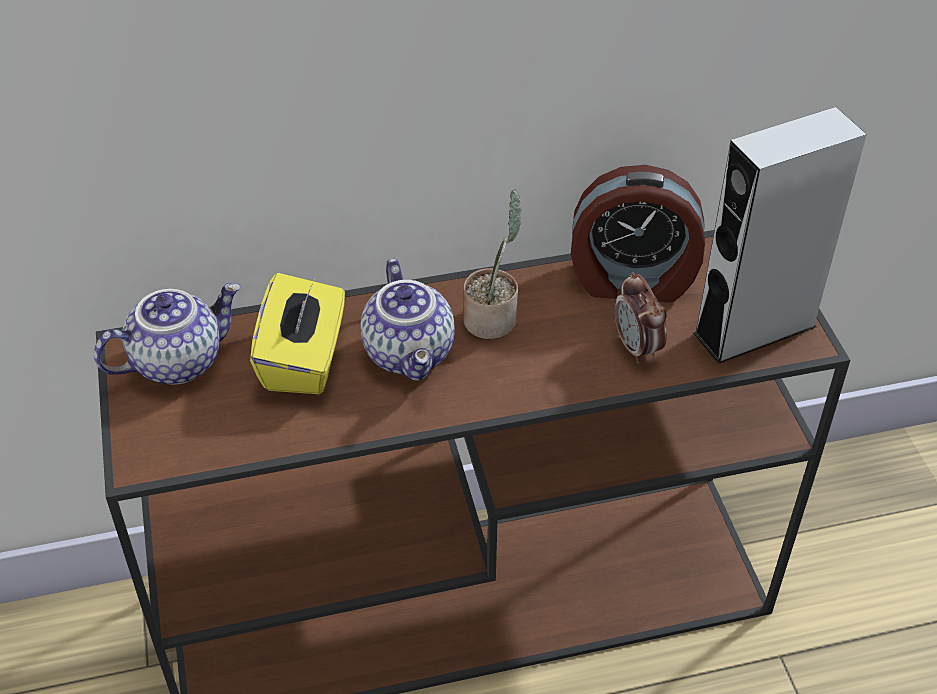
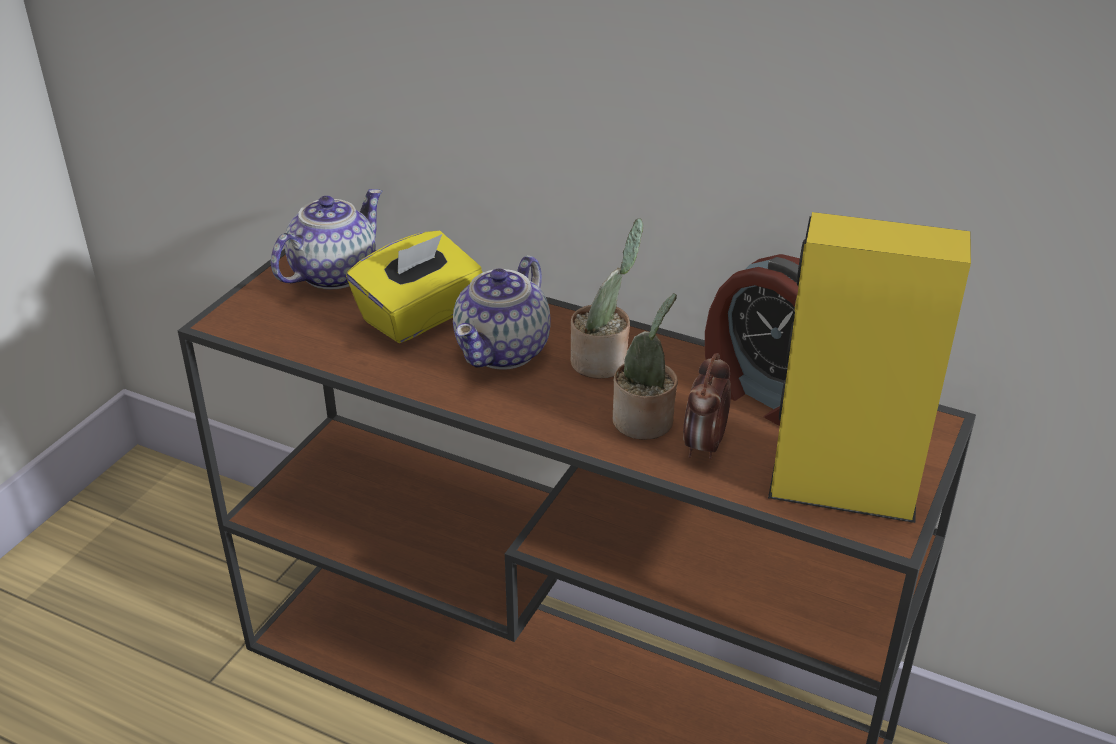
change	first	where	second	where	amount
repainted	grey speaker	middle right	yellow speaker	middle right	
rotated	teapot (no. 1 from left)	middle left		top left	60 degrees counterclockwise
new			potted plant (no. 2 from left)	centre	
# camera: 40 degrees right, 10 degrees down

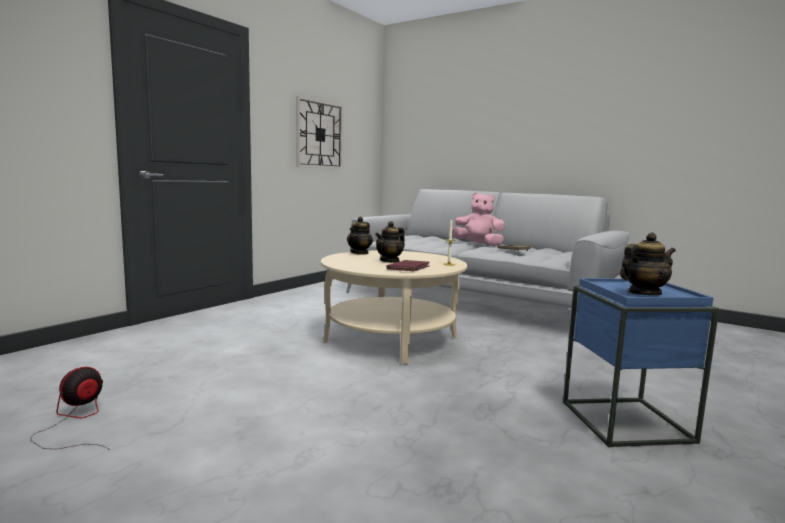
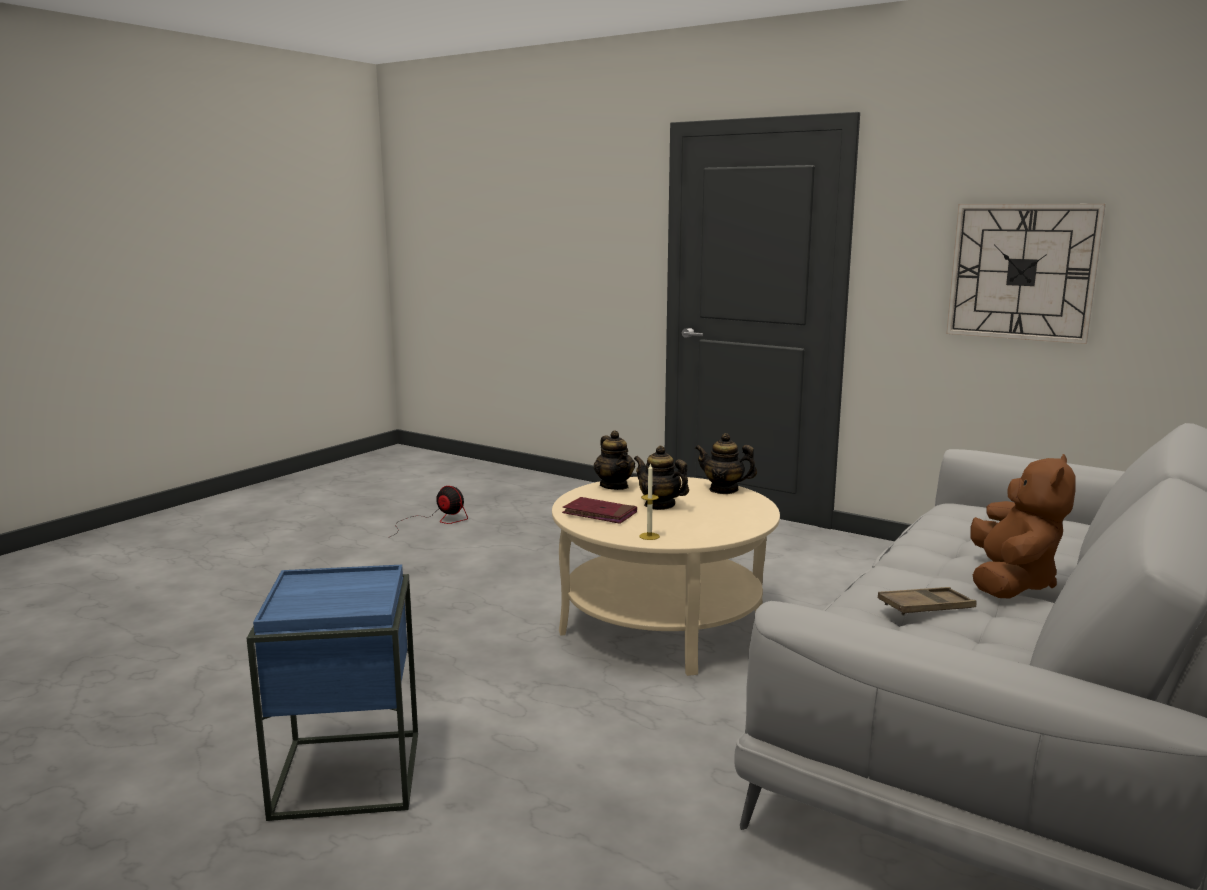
change	first	where	second	where	amount
repainted	pink plush toy	centre	brown plush toy	middle right	
shifted	teapot (no. 3 from left in the first image)	middle right	teapot (no. 1 from left)	centre	
# camera: 90 degrees right, 5 degrees up

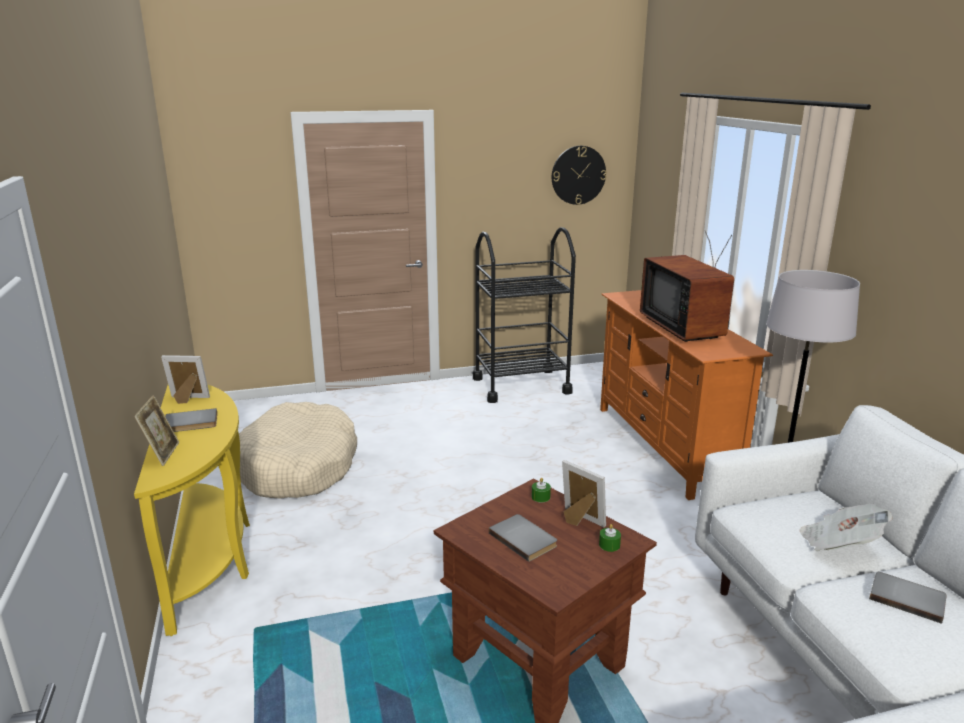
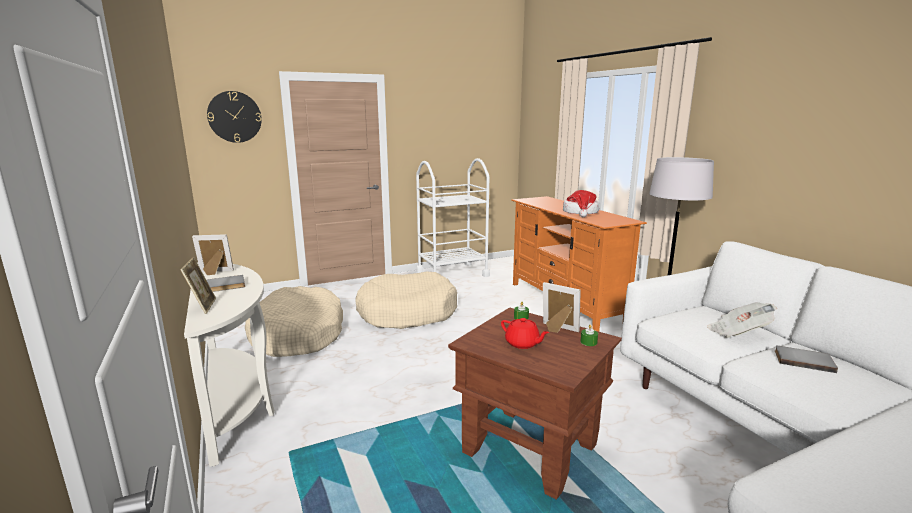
change	first	where	second	where	amount
shifted	wall clock	top centre		top left	
repainted	black cart	centre	white cart	centre	
swapped	television	middle right	hat	centre	
repainted	yellow console table	bottom left	white console table	bottom left	
swapped	grey book (no. 2 from left)	bottom centre	red teapot	centre	
new			beige dog bed (no. 2 from left)	centre	
# camera: 10 degrees left, 5 degrees down

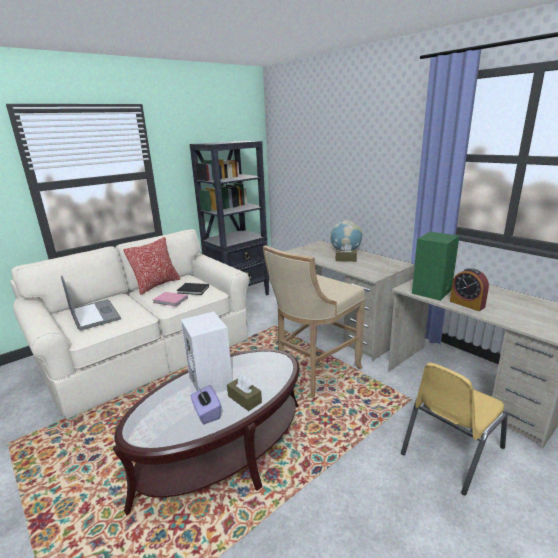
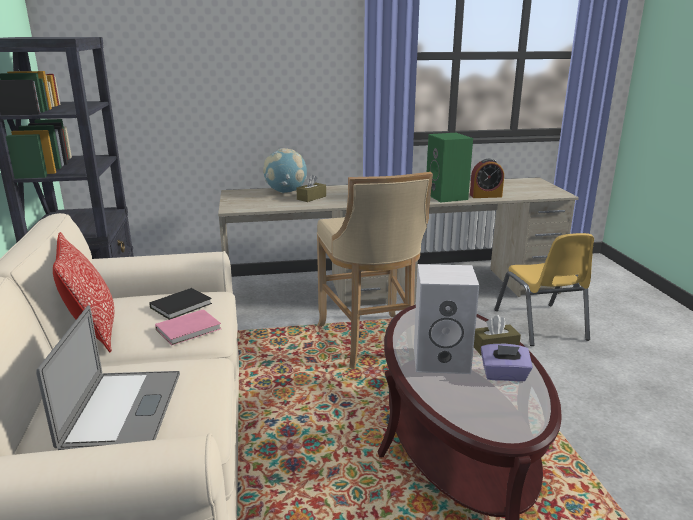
change	first	where	second	where	amount
rotated	laptop	middle left		bottom left	90 degrees clockwise
# camera: 60 degrees left, 0 degrees up

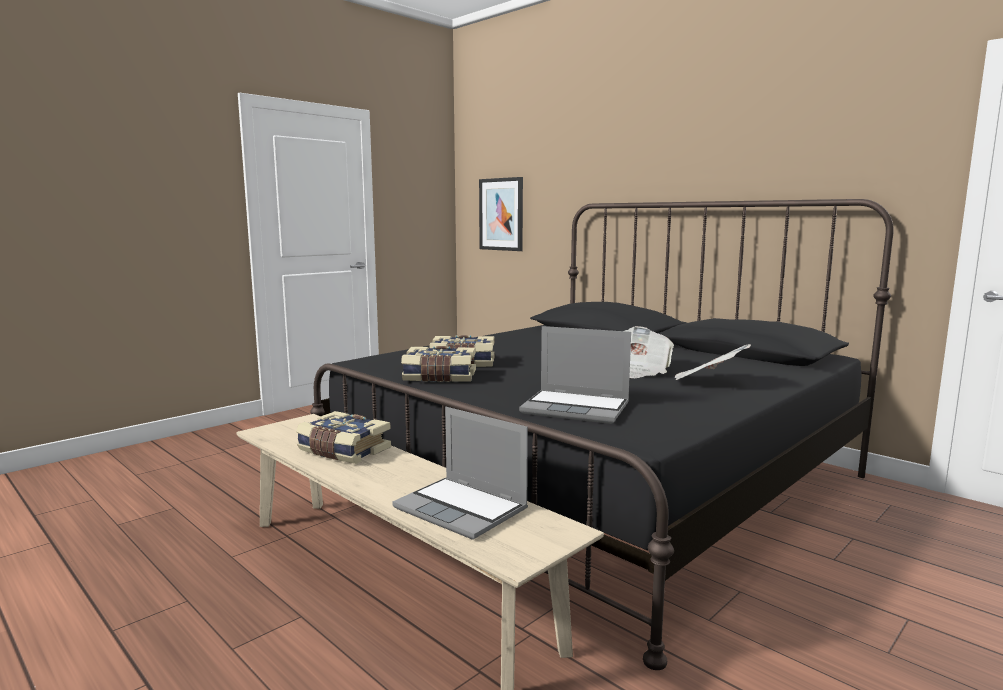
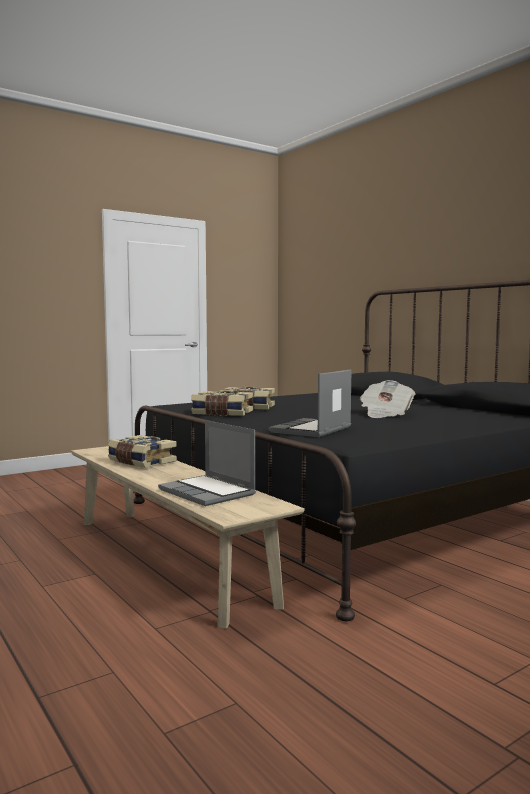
change	first	where	second	where	amount
gone	picture	top centre			
rotated	laptop (no. 2 from left)	centre		centre	90 degrees clockwise
gone	newspaper (no. 2 from left)	middle right			
# camera: 10 degrees right, 5 degrees down

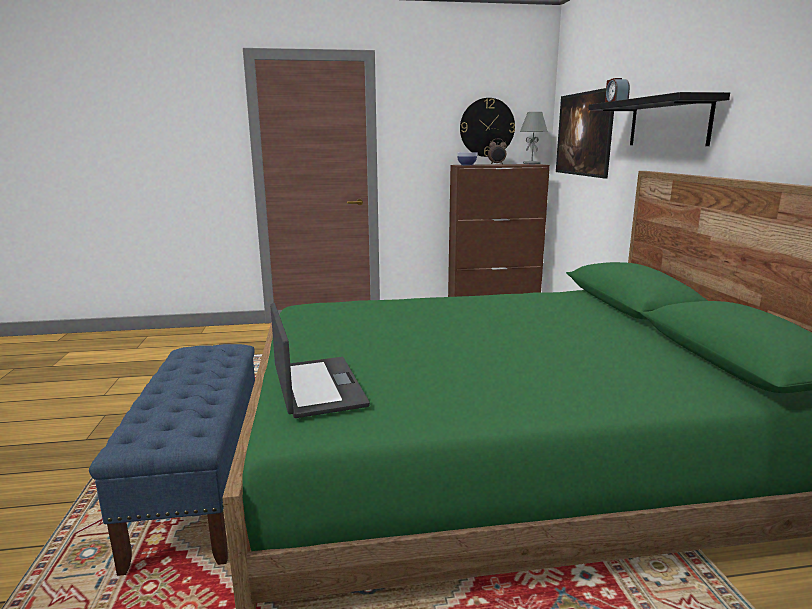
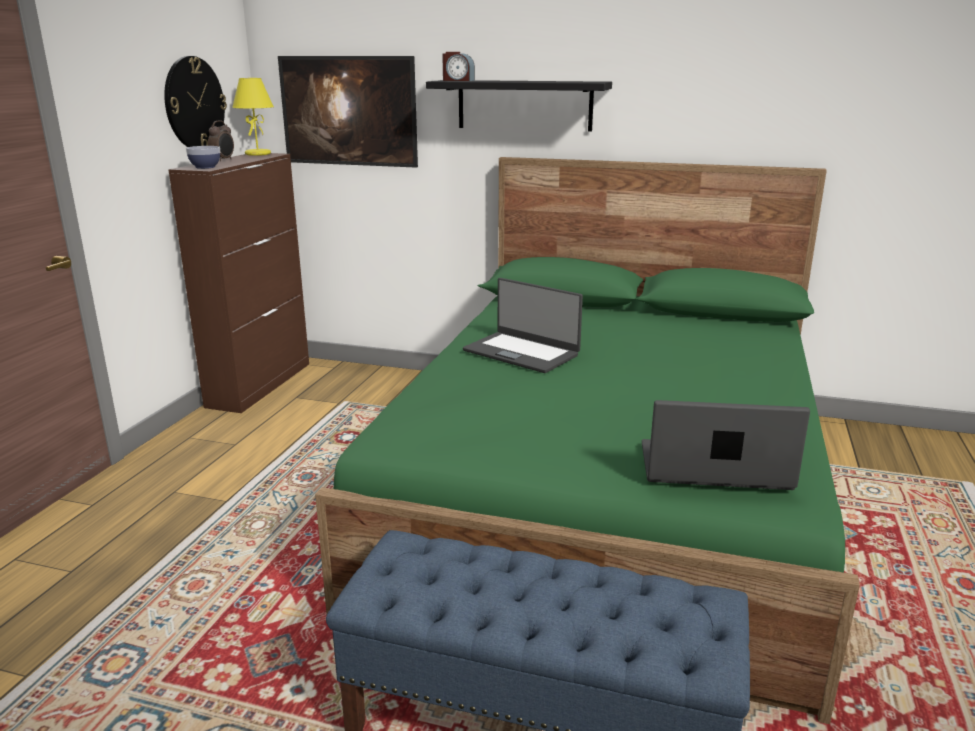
change	first	where	second	where	amount
repainted	grey table lamp	top centre	yellow table lamp	top left	
new			laptop (no. 1 from left)	centre	
# camera: 65 degrees left, 5 degrees up

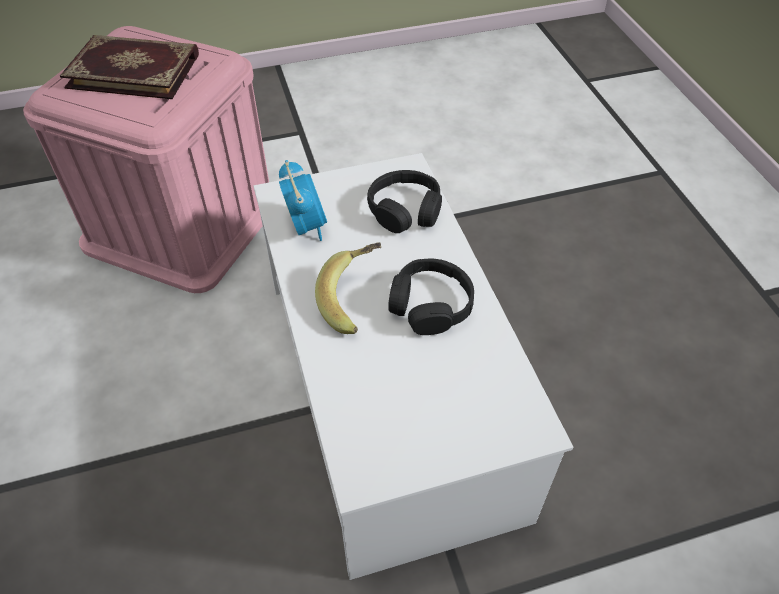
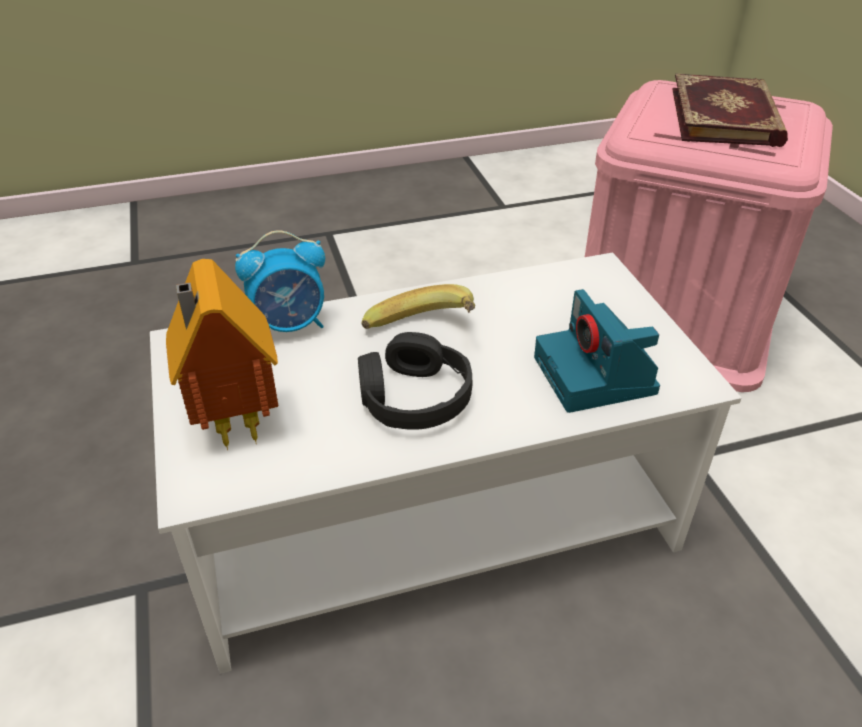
change	first	where	second	where	amount
shifted	alarm clock	centre		middle left	
swapped	black headphones (no. 1 from left)	centre	photo camera	middle right	
new			toy house	middle left	
# camera: 90 degrees right, 10 degrees down

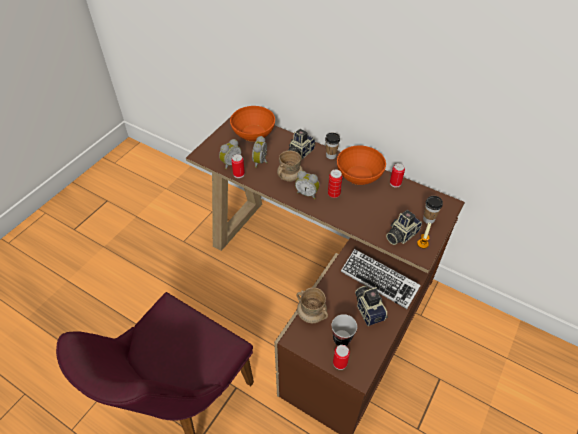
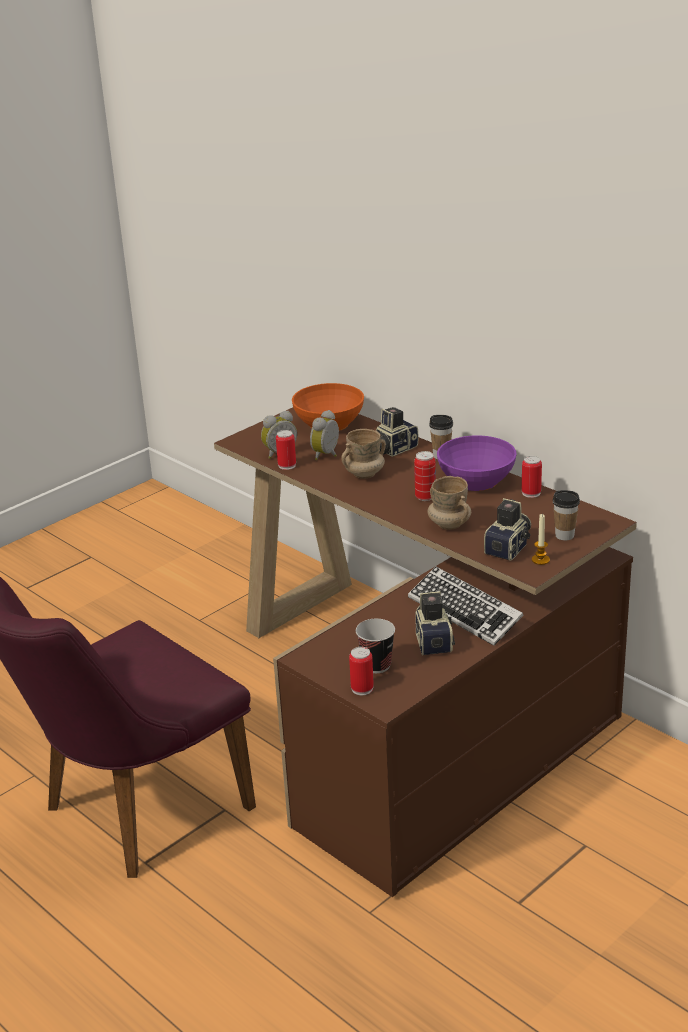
change	first	where	second	where	amount
repainted	orange bowl (no. 2 from left)	centre	purple bowl	middle right	
gone	alarm clock (no. 3 from left)	centre			
rotated	photo camera (no. 3 from left)	middle right		middle right	150 degrees clockwise
shifted	beige mug (no. 2 from left)	bottom centre		centre	
# camera: 15 degrees right, 20 degrees down

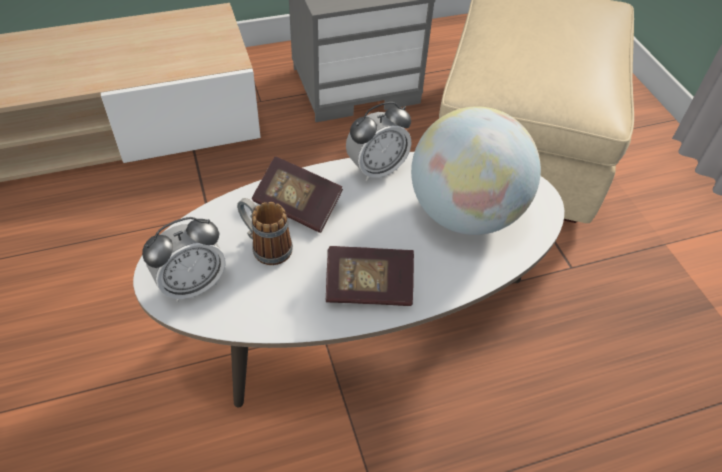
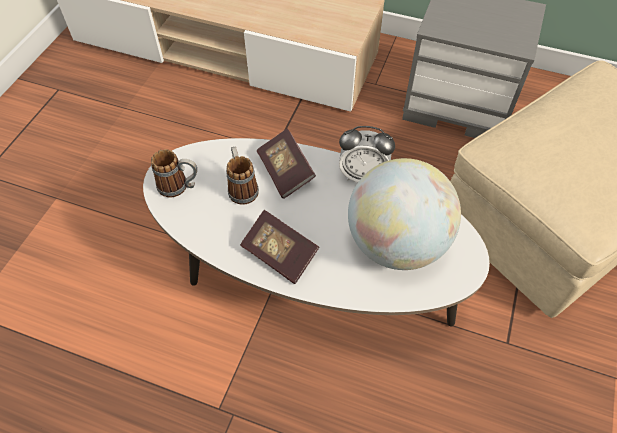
change	first	where	second	where	amount
swapped	alarm clock (no. 1 from left)	middle left	mug (no. 1 from left)	middle left	
# camera: 40 degrees right, 5 degrees up

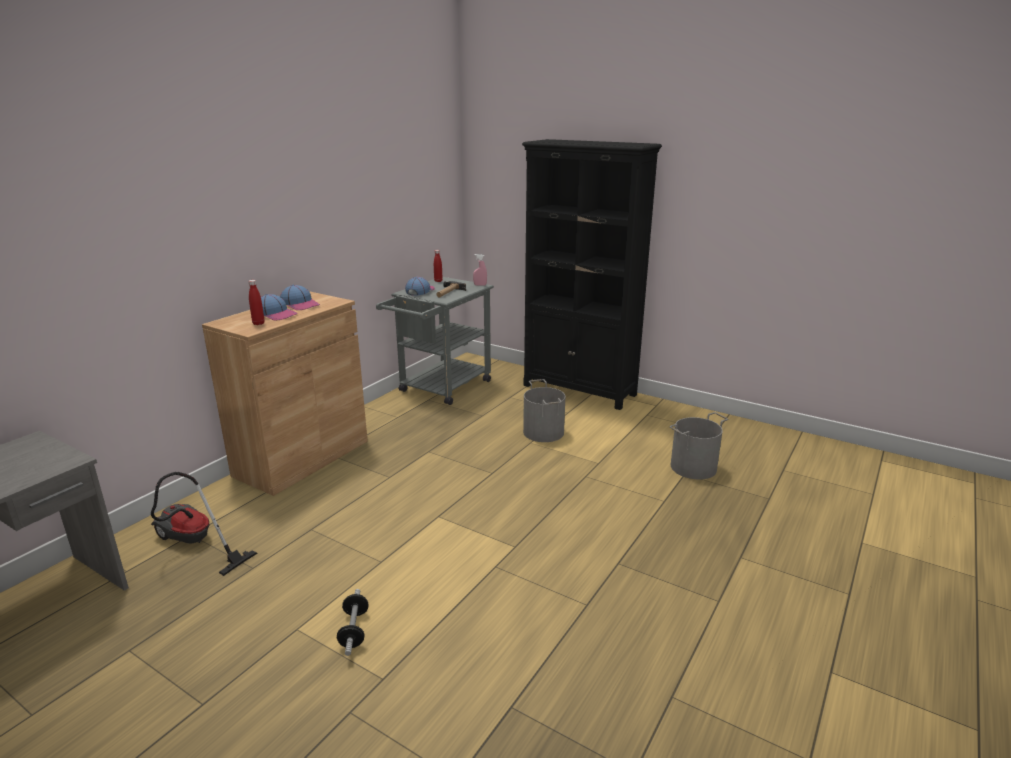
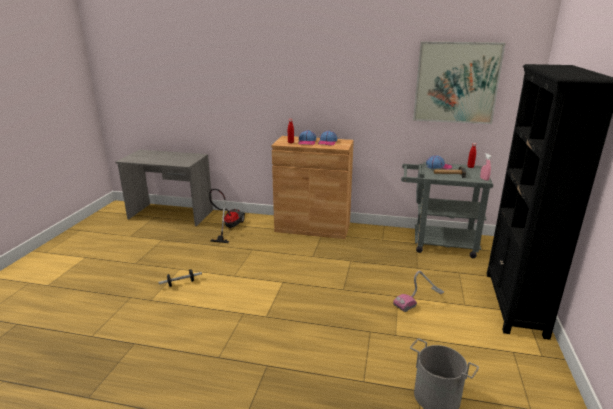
change	first	where	second	where	amount
swapped	grey bucket (no. 1 from left)	centre	vacuum cleaner (no. 2 from left)	bottom right	
new			picture	top right	
# camera: 70 degrees right, 0 degrees up

